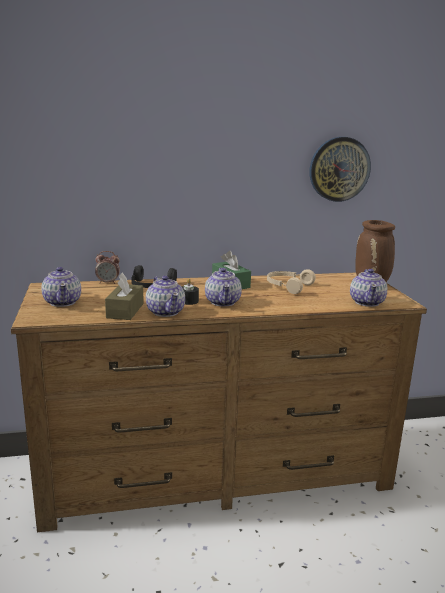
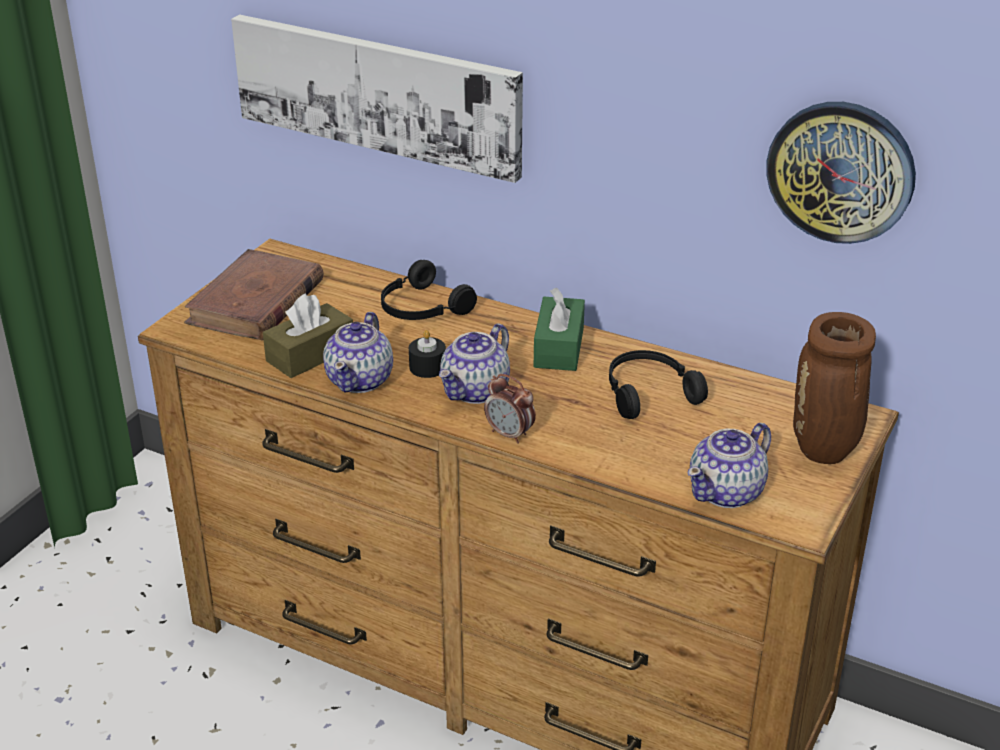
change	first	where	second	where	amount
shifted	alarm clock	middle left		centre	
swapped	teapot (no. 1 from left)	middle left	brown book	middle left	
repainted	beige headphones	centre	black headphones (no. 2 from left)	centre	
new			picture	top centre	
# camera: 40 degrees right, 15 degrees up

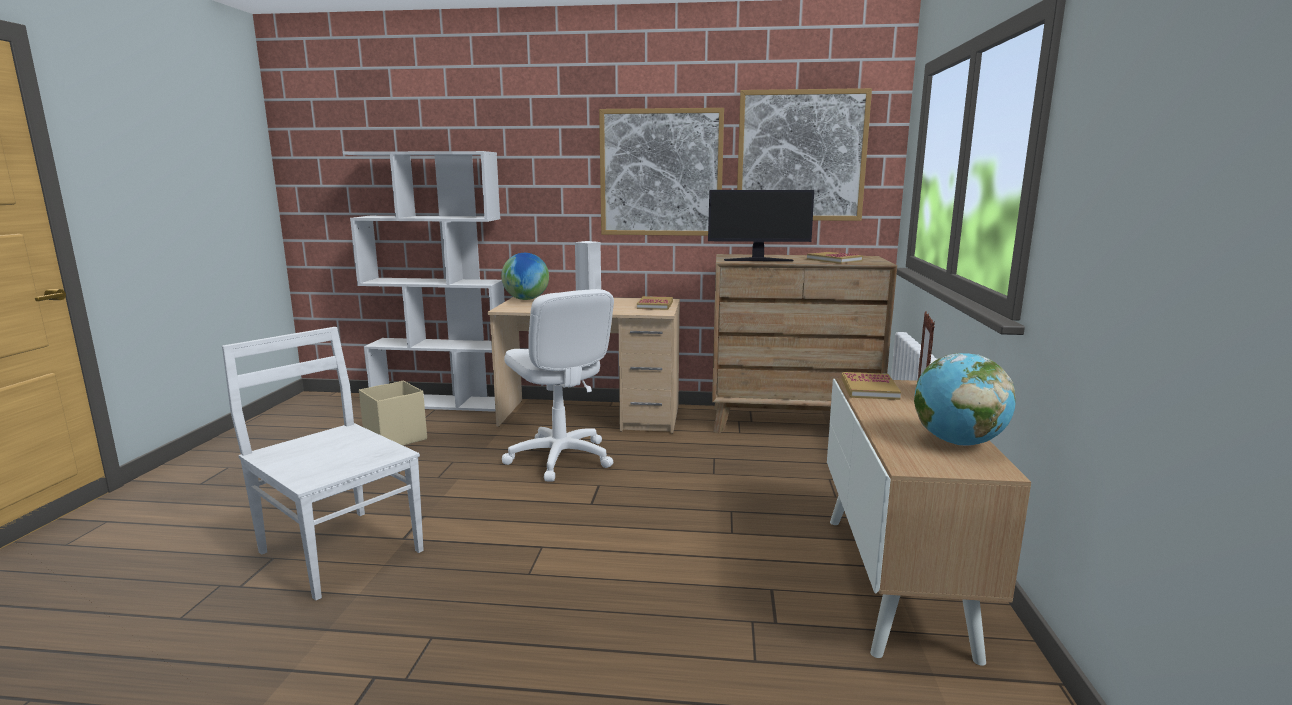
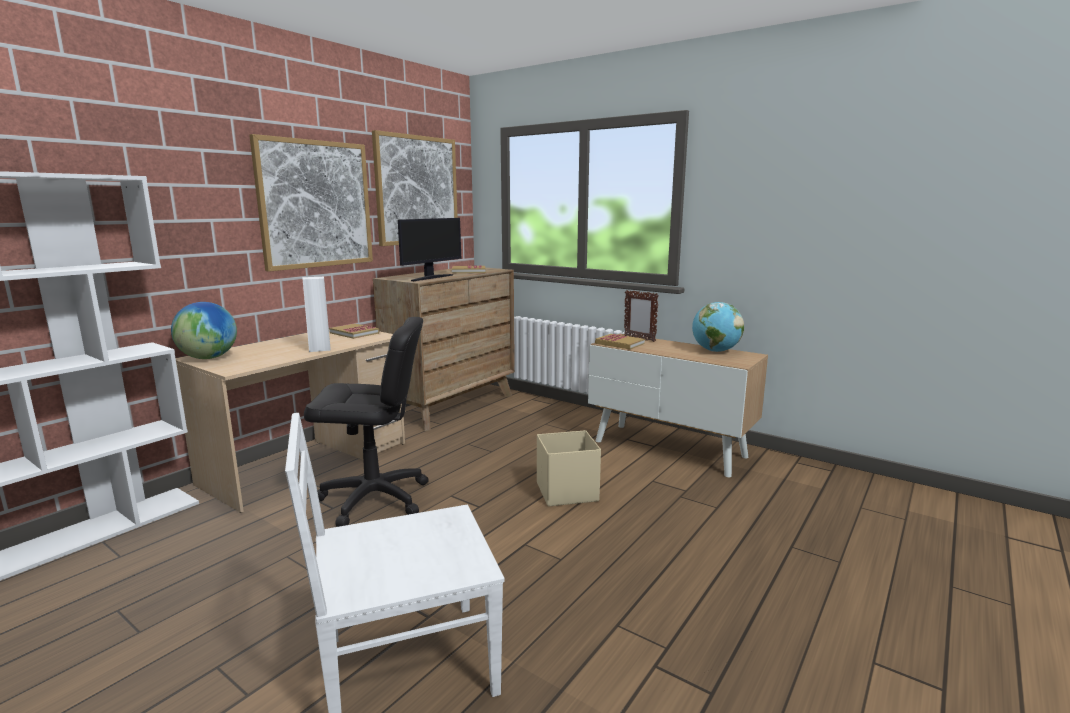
change	first	where	second	where	amount
repainted	white office chair	centre	black office chair	centre	
shifted	beige storage box	middle left		centre	
# camera: 60 degrees left, 0 degrees up

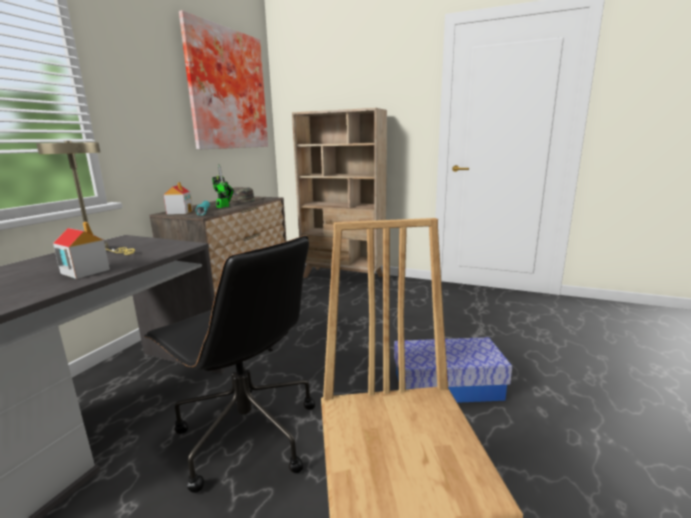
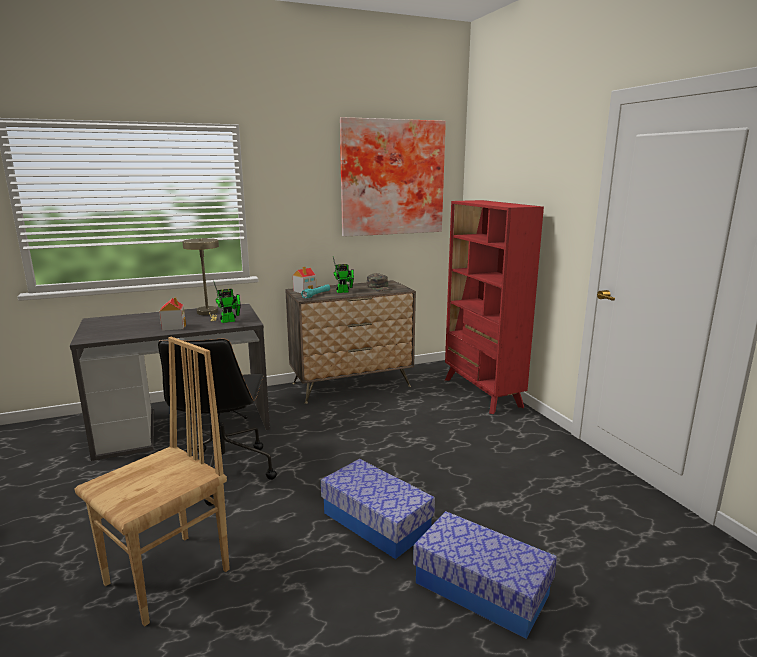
change	first	where	second	where	amount
repainted	beige bookcase	centre	red bookcase	centre	
new			toy robot (no. 1 from left)	middle left	
new			storage box (no. 2 from left)	bottom centre	
# camera: 45 degrees right, 0 degrees up

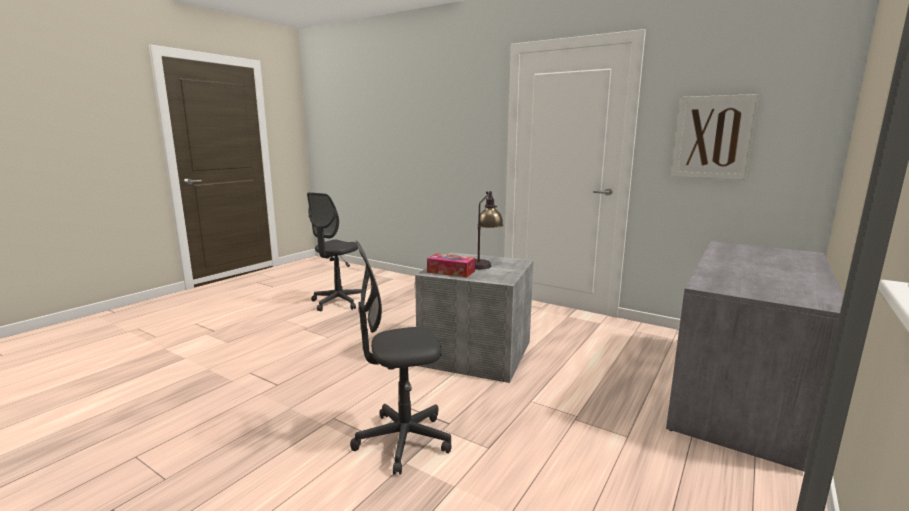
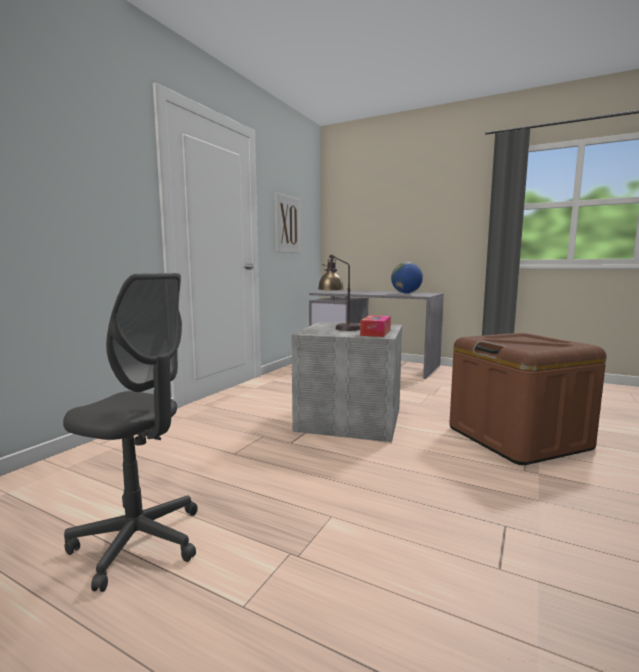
change	first	where	second	where	amount
swapped	grey office chair (no. 2 from left)	bottom centre	brown storage box	middle right	
new			globe	centre	
# camera: 95 degrees left, 5 degrees down

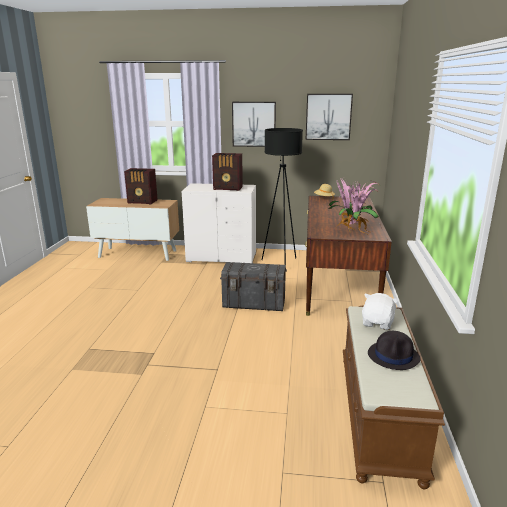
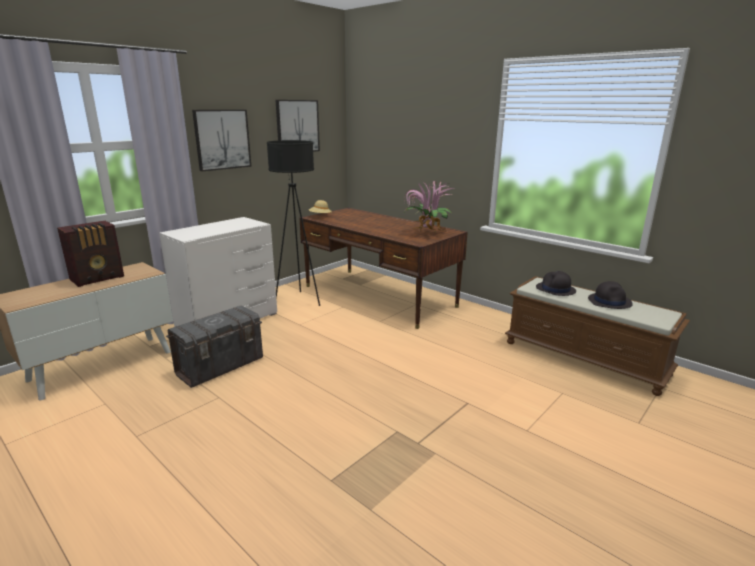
change	first	where	second	where	amount
gone	radio (no. 2 from left)	centre			
shifted	grey storage box	centre		middle left	
swapped	white plush toy	middle right	black hat (no. 1 from left)	middle right	
# camera: 55 degrees left, 0 degrees up

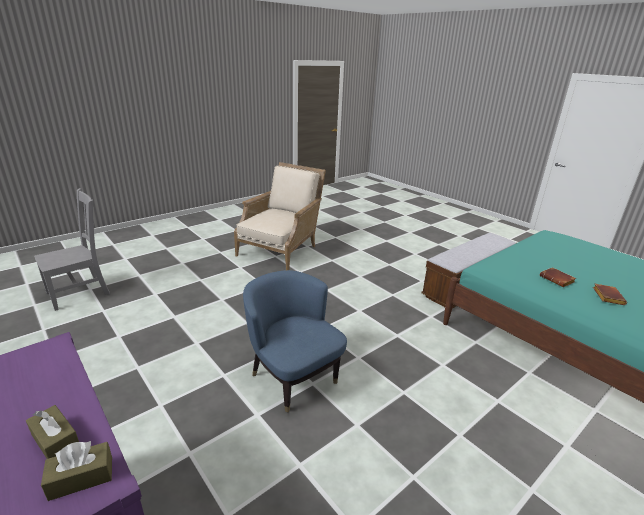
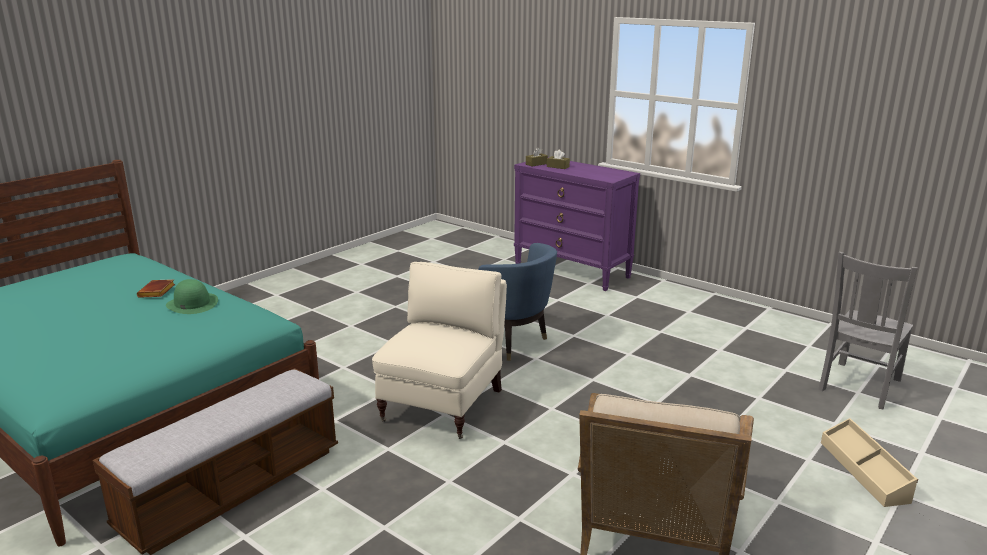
change	first	where	second	where	amount
swapped	brown book (no. 1 from left)	middle right	green hat	middle left	
new			beige armchair (no. 1 from left)	centre	
new			beige storage box	bottom right	
# camera: 170 degrees right, 5 degrees down

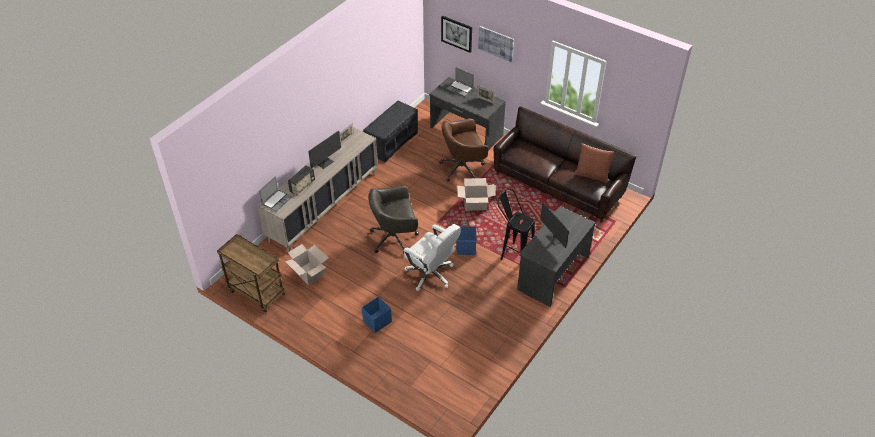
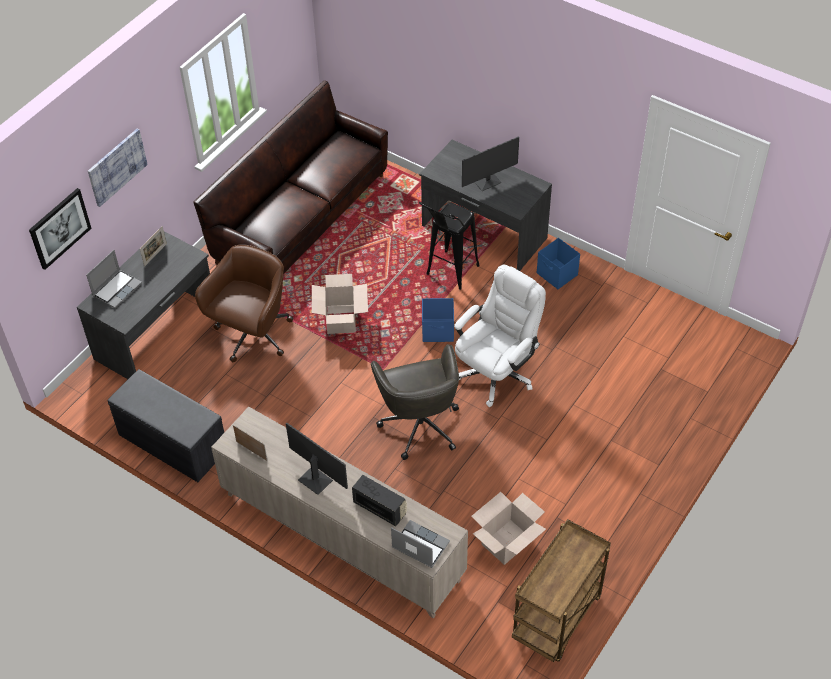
change	first	where	second	where	amount
rotated	brown office chair	centre		middle left	135 degrees counterclockwise
gone	pillow	middle right			
shifted	blue storage box (no. 1 from left in the first image)	bottom centre	blue storage box (no. 2 from left)	middle right	
# camera: 90 degrees left, 5 degrees up

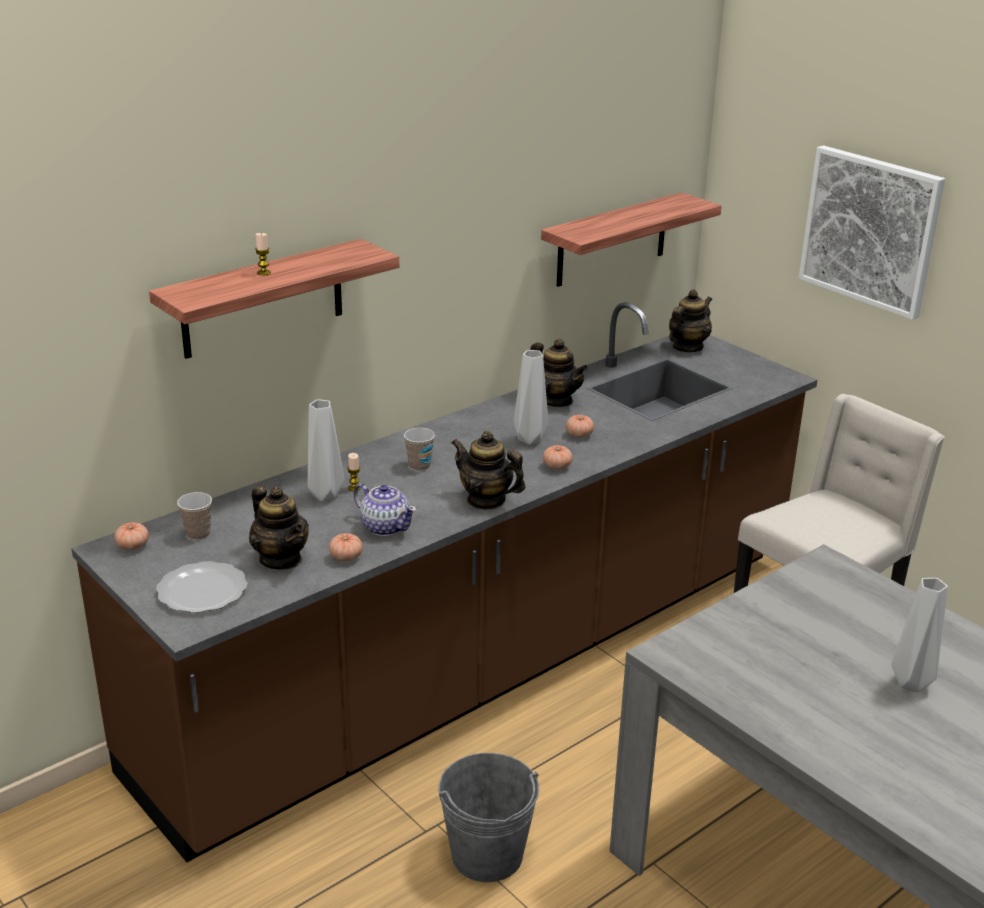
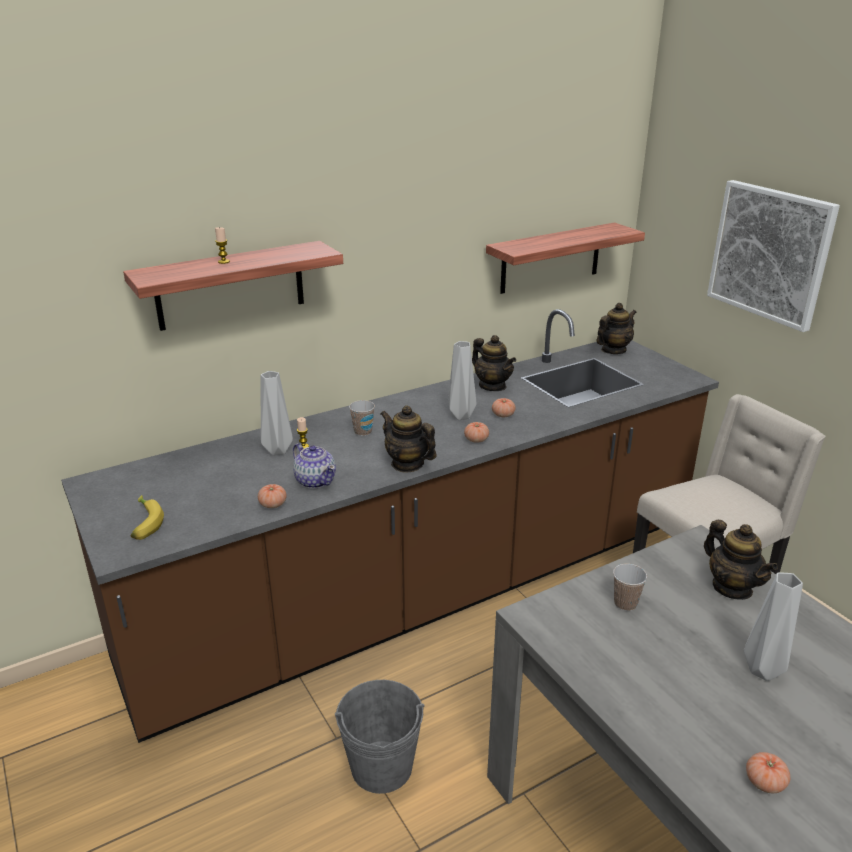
change	first	where	second	where	amount
shifted	teapot (no. 1 from left in the first image)	middle left	teapot (no. 5 from left)	middle right	
shifted	cup (no. 1 from left in the first image)	middle left	cup (no. 2 from left)	bottom right	
shifted	tomato (no. 1 from left in the first image)	middle left	tomato (no. 4 from left)	bottom right	
swapped	plate	middle left	banana	middle left	
# camera: 10 degrees right, 0 degrees up

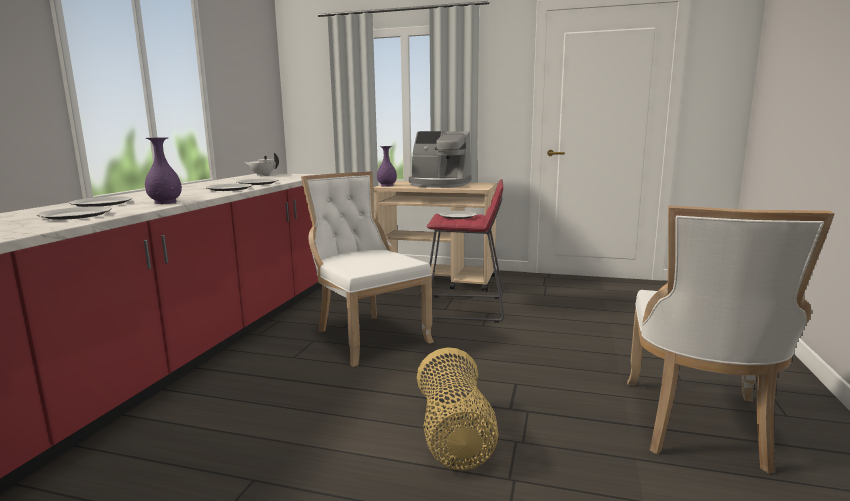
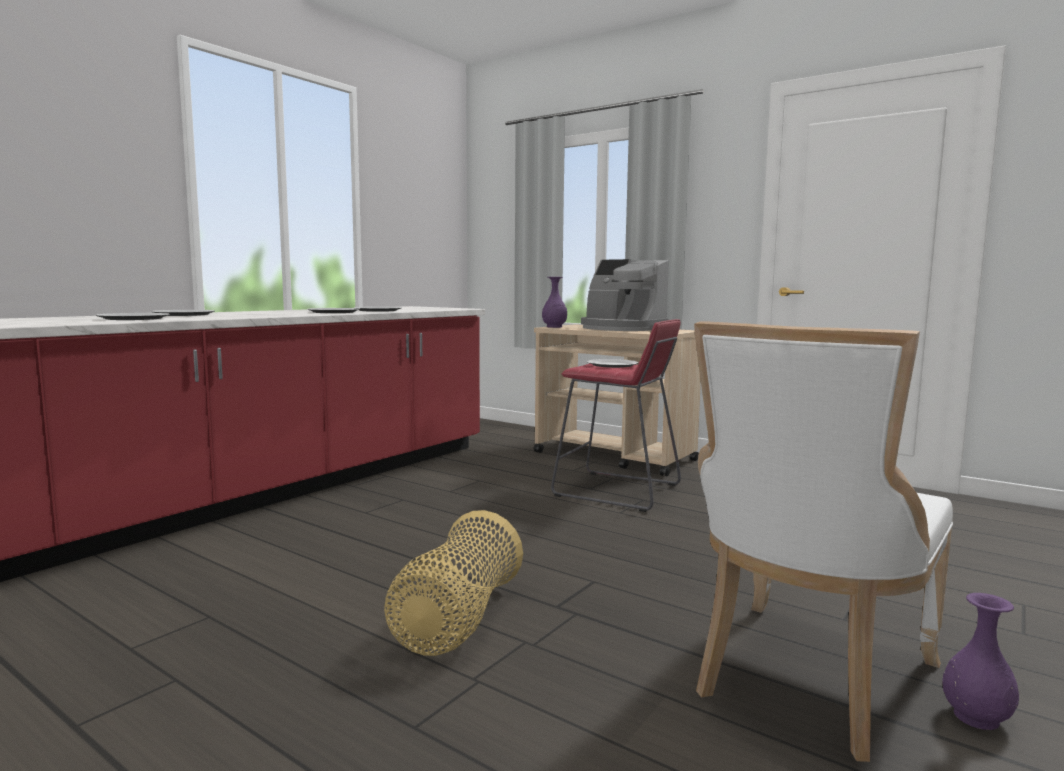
change	first	where	second	where	amount
shifted	purple vase (no. 1 from left in the first image)	middle left	purple vase (no. 2 from left)	bottom right	
gone	white teapot	top left			
gone	white chair (no. 1 from left)	centre			
# camera: 20 degrees right, 5 degrees down

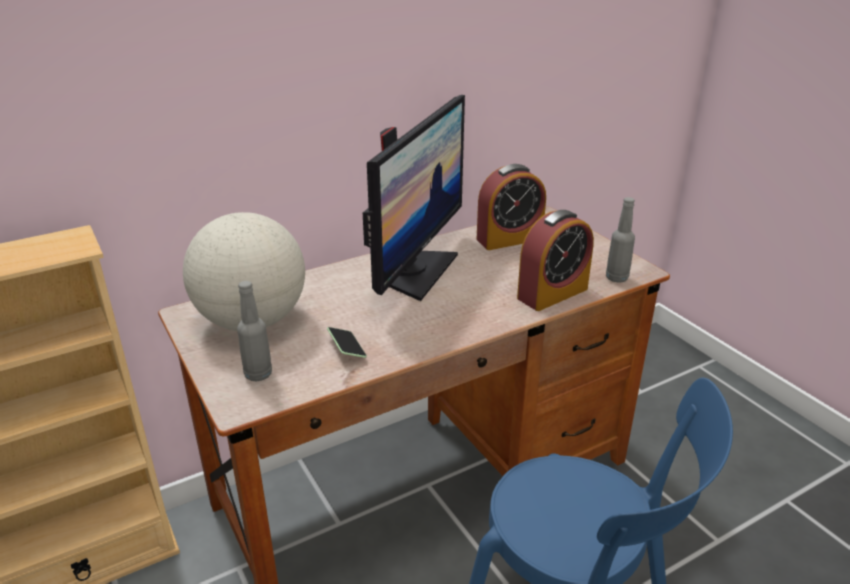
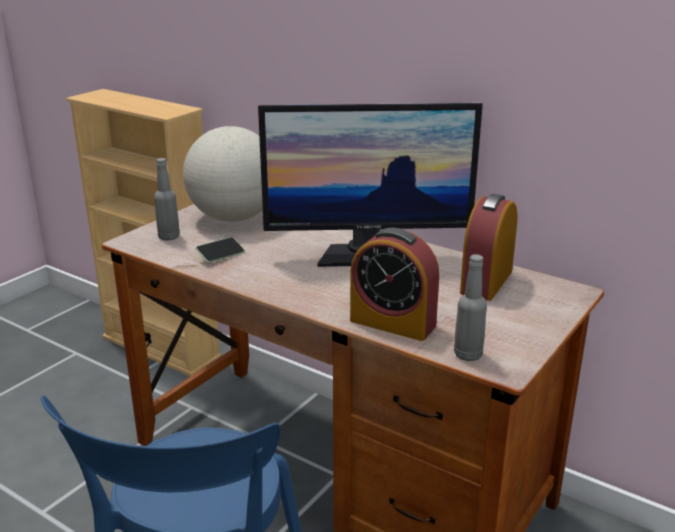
change	first	where	second	where	amount
rotated	alarm clock (no. 1 from left in the first image)	centre	alarm clock (no. 2 from left)	middle right	75 degrees clockwise
# camera: 65 degrees right, 5 degrees down

